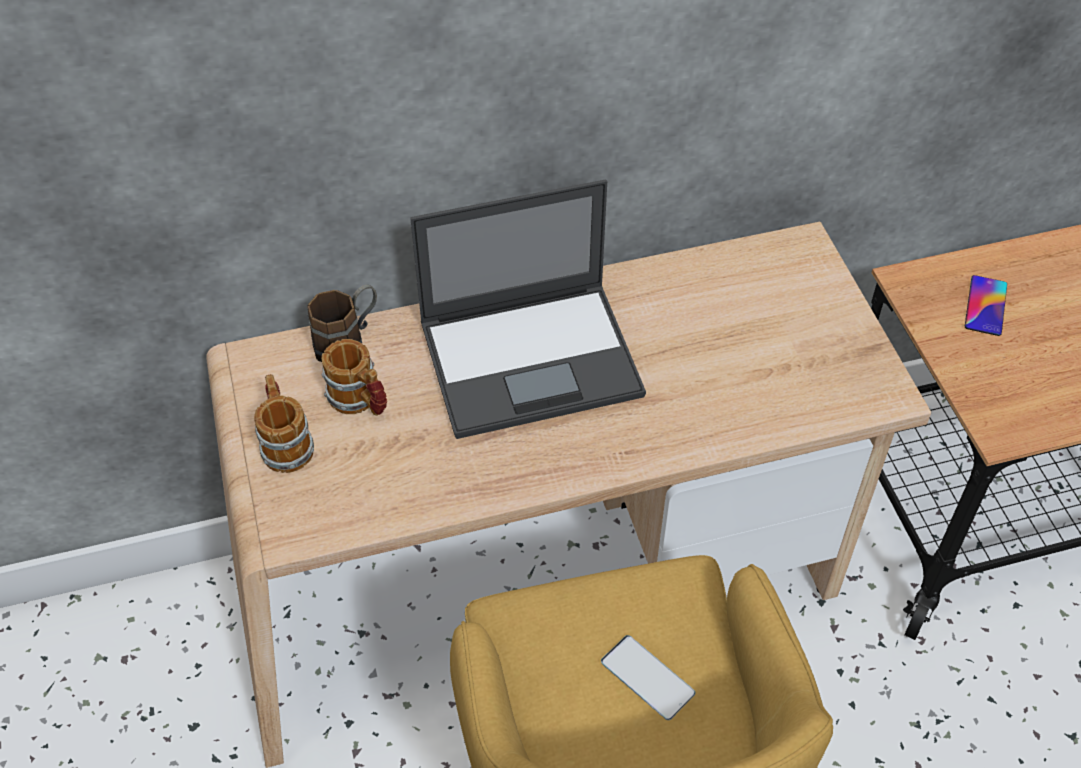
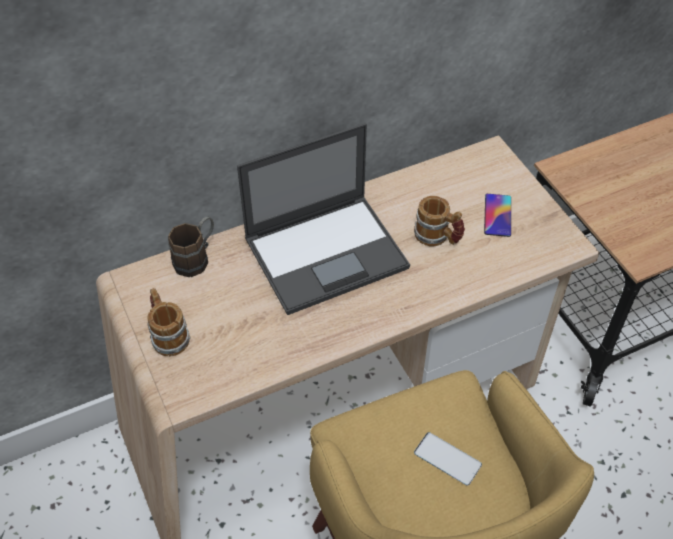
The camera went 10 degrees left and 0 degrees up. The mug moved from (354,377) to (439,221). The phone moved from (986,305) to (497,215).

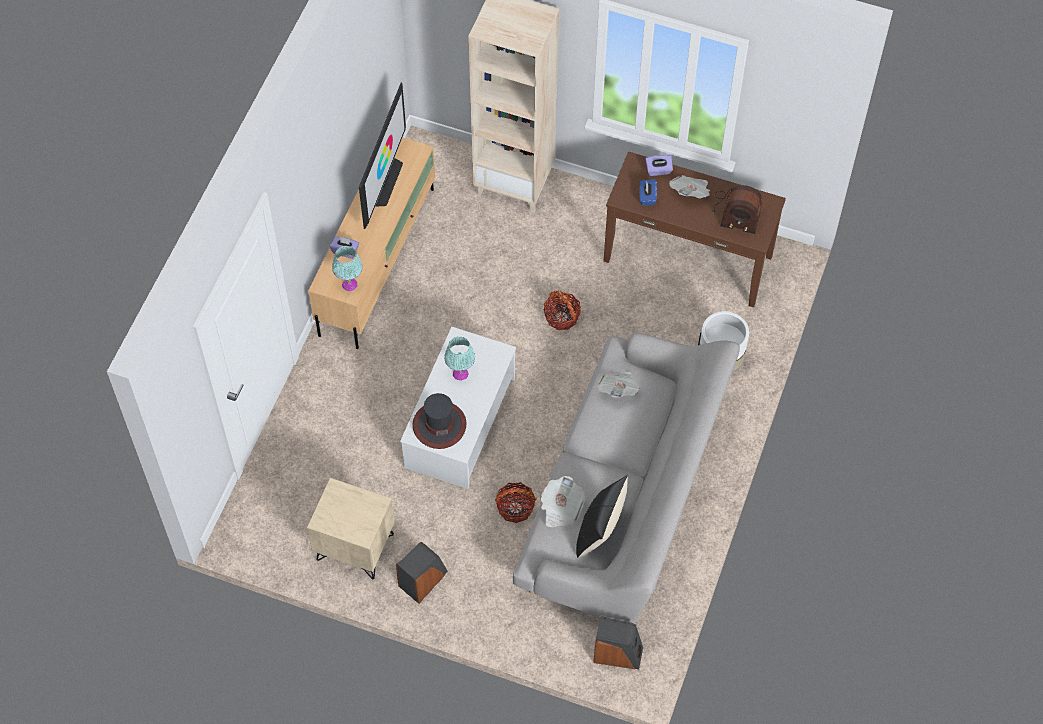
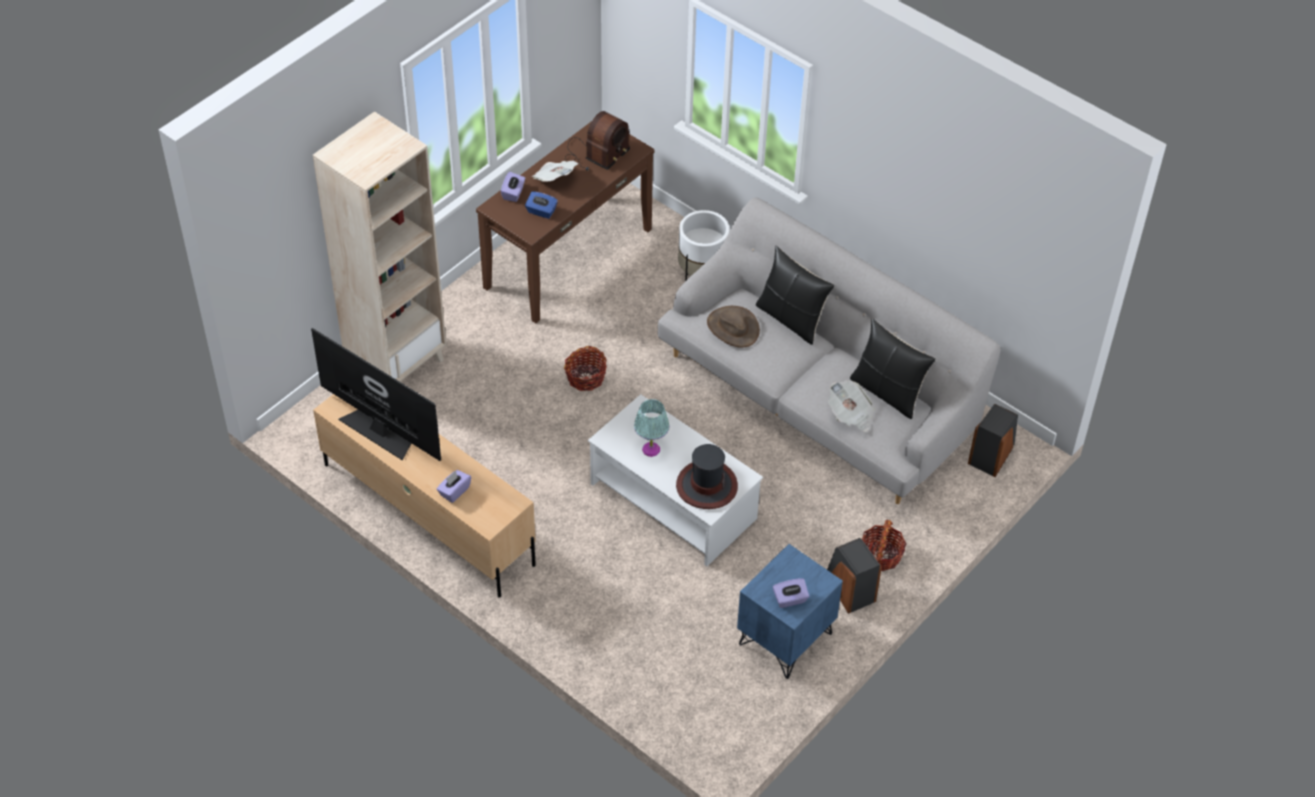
The camera went 70 degrees left and 10 degrees down. The daily paper at (618,385) was replaced by the hat/brown at (733,326). The bedside table/sand-coloured at (351,528) became the bedside table/bluish at (790,611). The throw pillow/black at (795,295) appeared. The box of tissues/purple-coloured at (791,593) appeared. The storage basket moved from (516,502) to (884,545). The table lamp/turquoise at (347,268) disappeared.

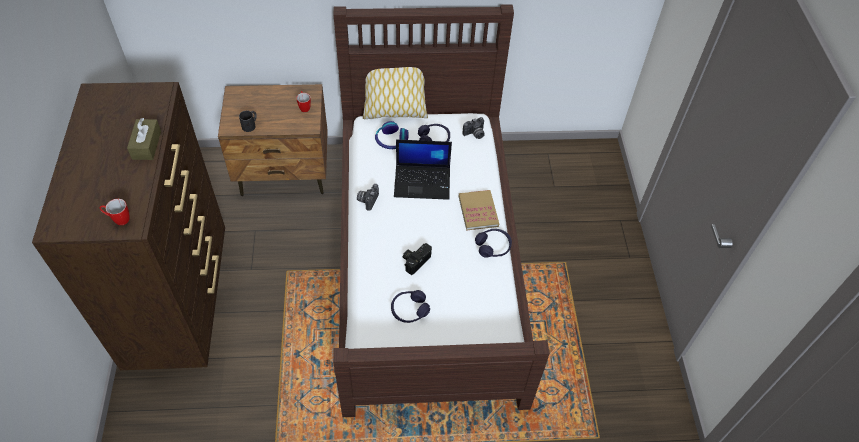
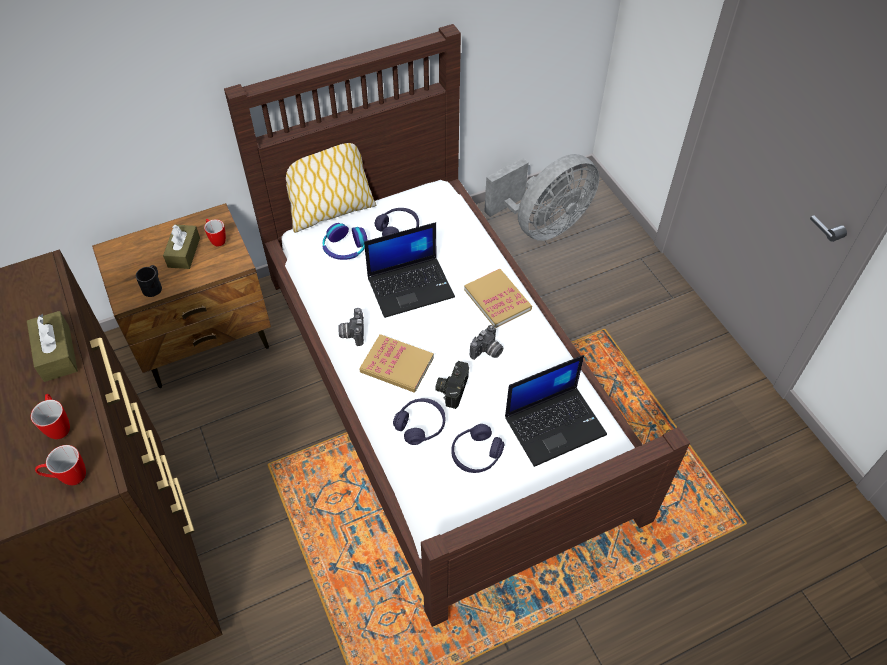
The camera went 20 degrees left and 0 degrees up. The mug at (50,416) appeared. The box of tissues/brown at (181,247) appeared. The book at (396,363) appeared. The headset/purple-coloured moved from (493,243) to (419,421). The photo camera moved from (474,128) to (486,342). The fan/grey at (541,197) appeared. The portable computer at (556,411) appeared.

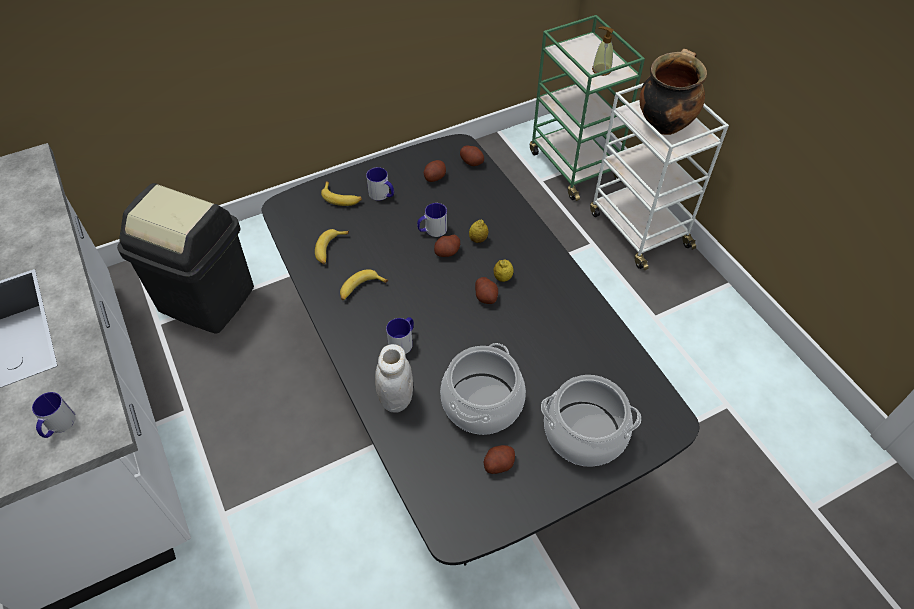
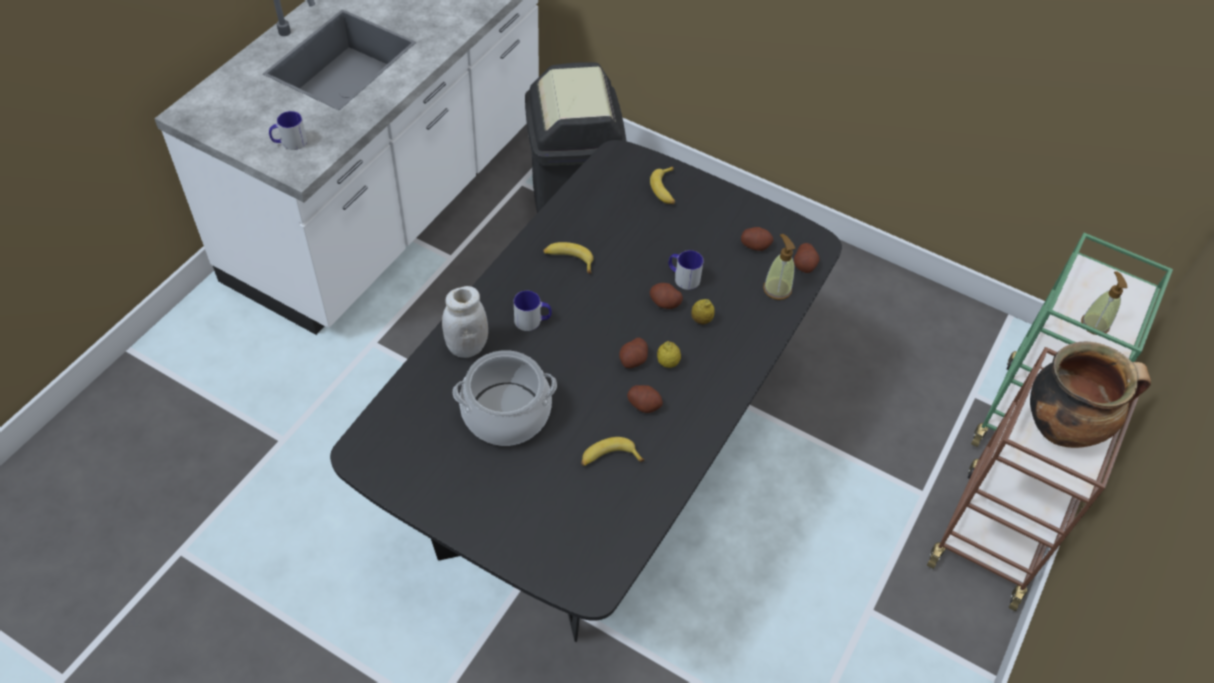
The camera went 55 degrees right and 0 degrees up. The whole banana moved from (332,246) to (612,451). The whole potato moved from (499,459) to (645,399). The soap dispenser at (779,267) appeared. The trolley/whitish at (659,176) became the trolley/brown at (1033,479). The mug at (380,184) disappeared. The saucepot at (591,421) disappeared.

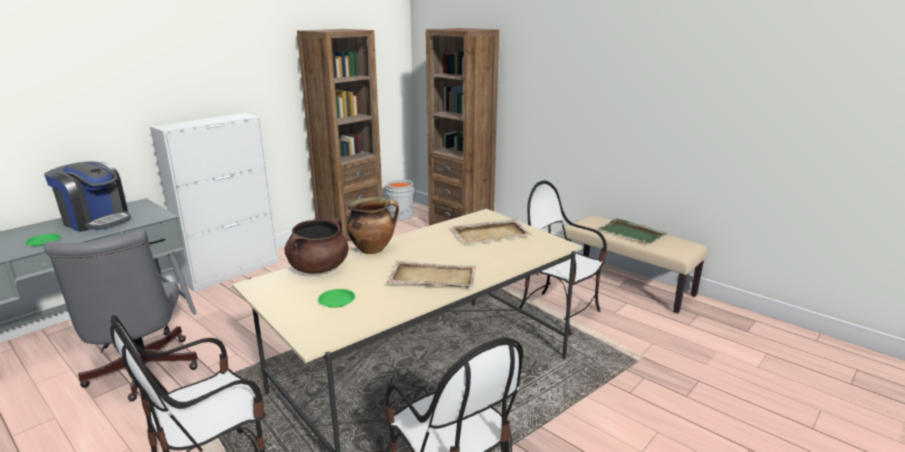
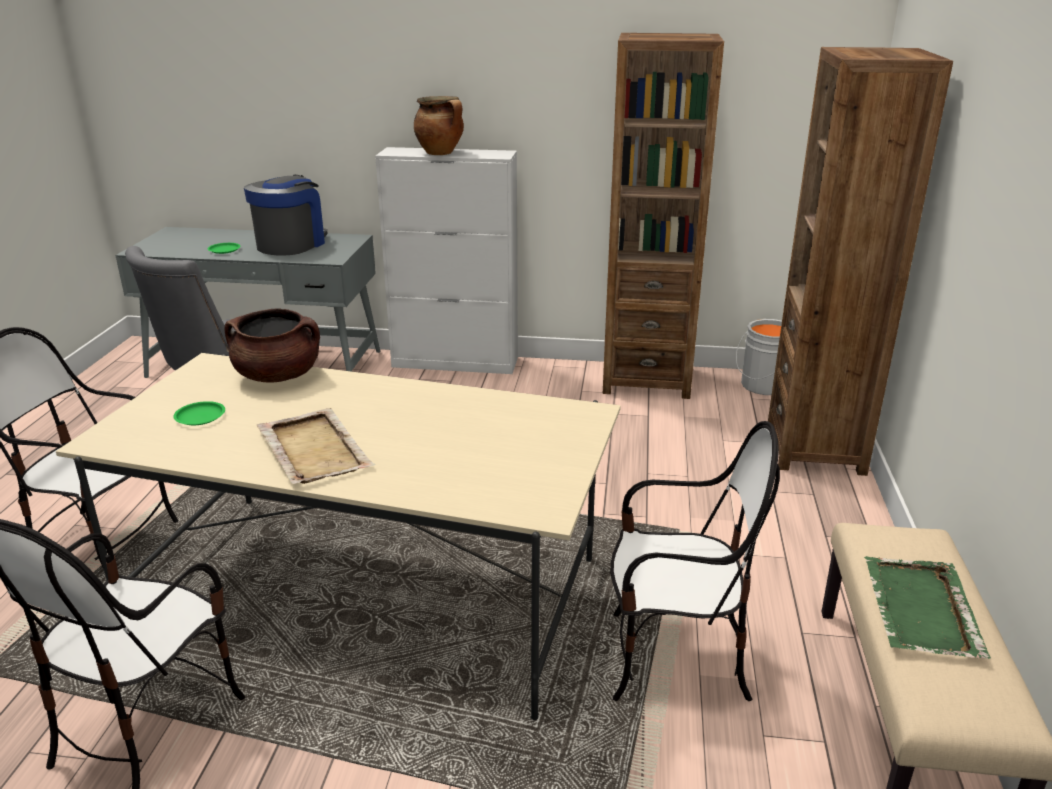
The camera went 55 degrees right and 5 degrees up. The coffee brewer at (87,196) turned 150 degrees counterclockwise. The saucepot moved from (373,225) to (439,125). The chair at (563,257) turned 90 degrees clockwise. The carrying tray/sand-coloured at (491,232) disappeared.

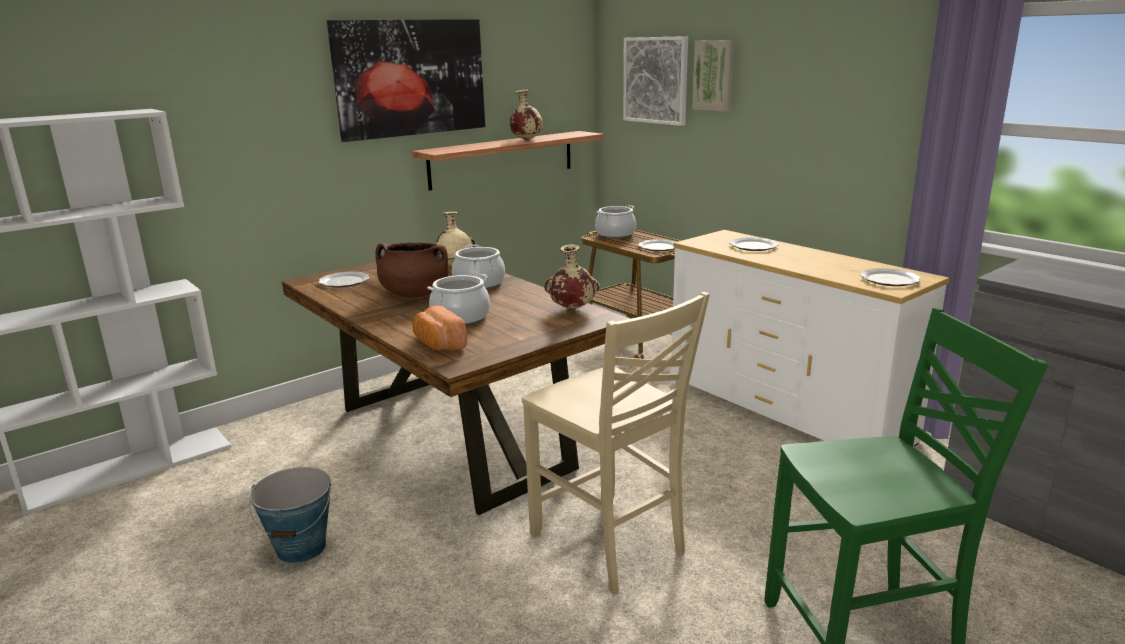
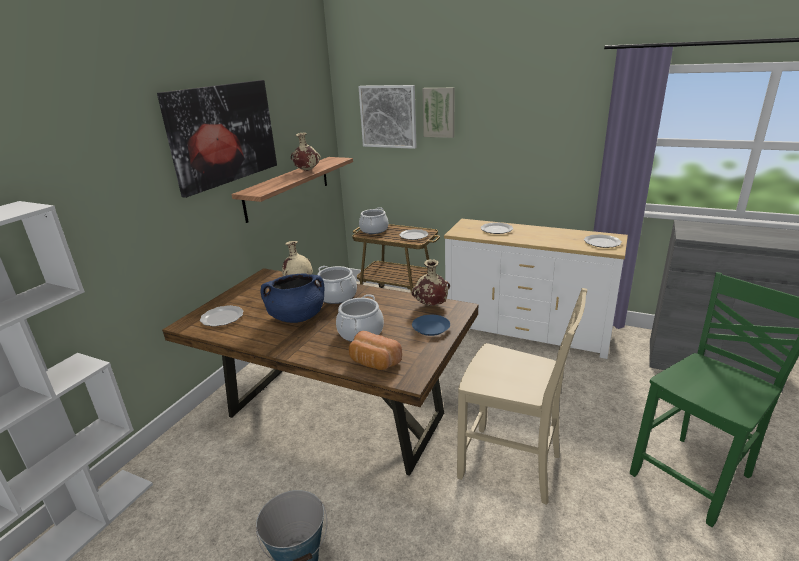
The camera went 25 degrees left and 5 degrees up. The saucepot/brown at (412,269) became the saucepot/bluish at (292,298). The flat dish/bluish at (431,325) appeared.

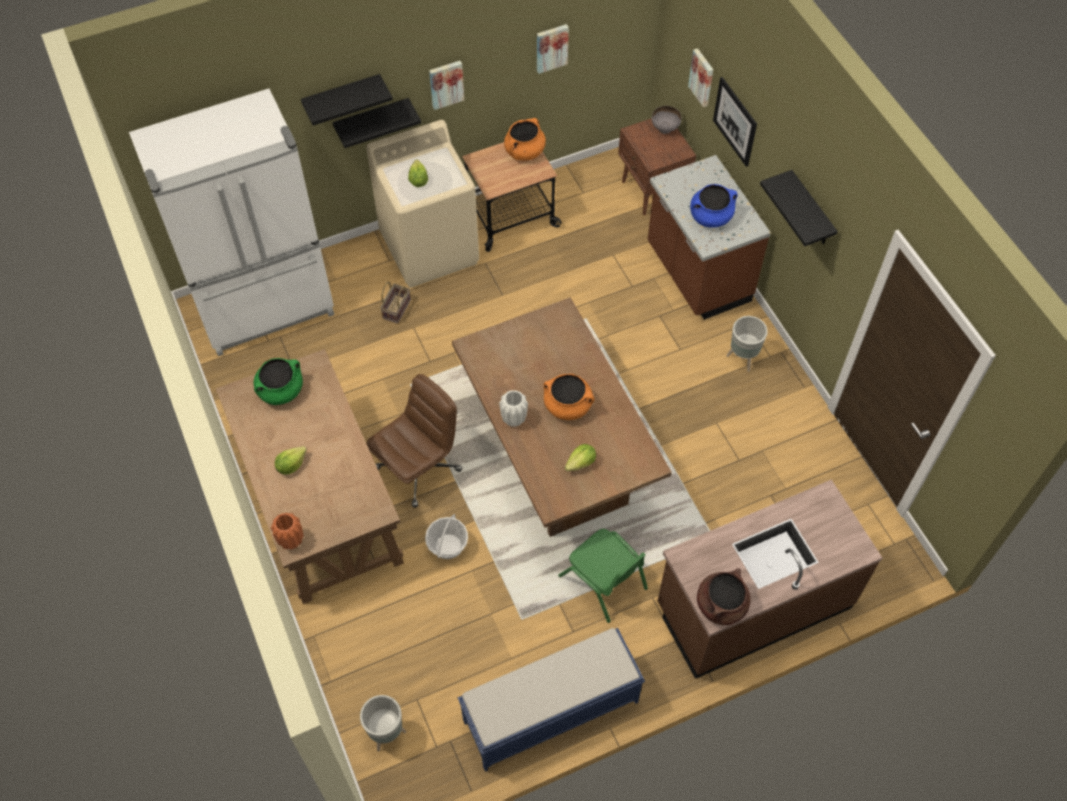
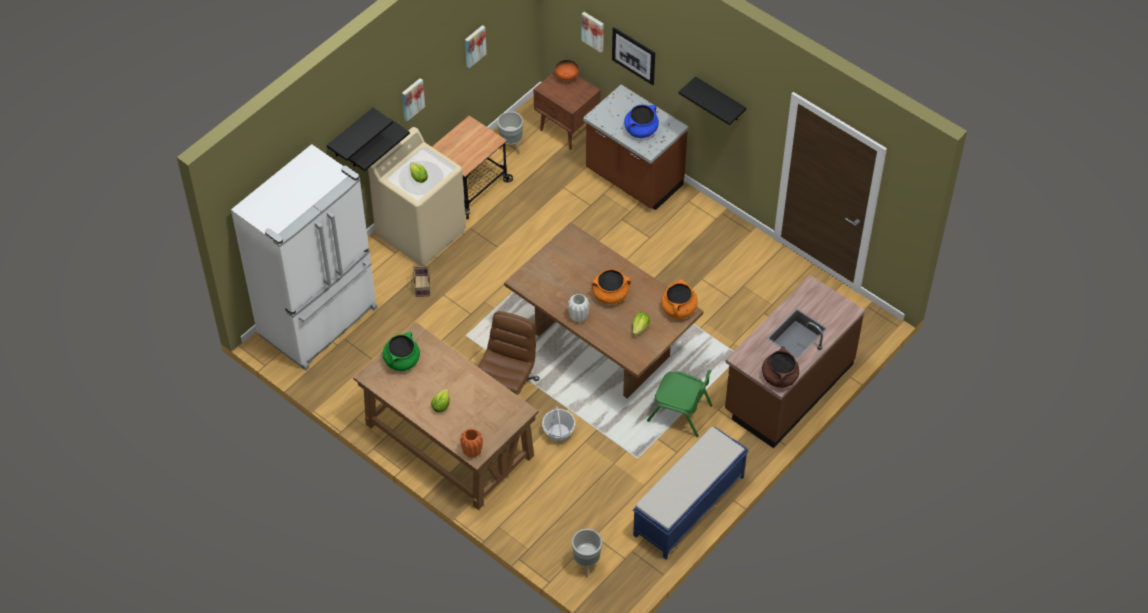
The camera went 25 degrees left and 5 degrees down. The planter/grey moved from (747,344) to (510,132). The bowl/grey at (666,120) became the bowl/orange at (567,70). The saucepot/orange moved from (525,139) to (679,299).

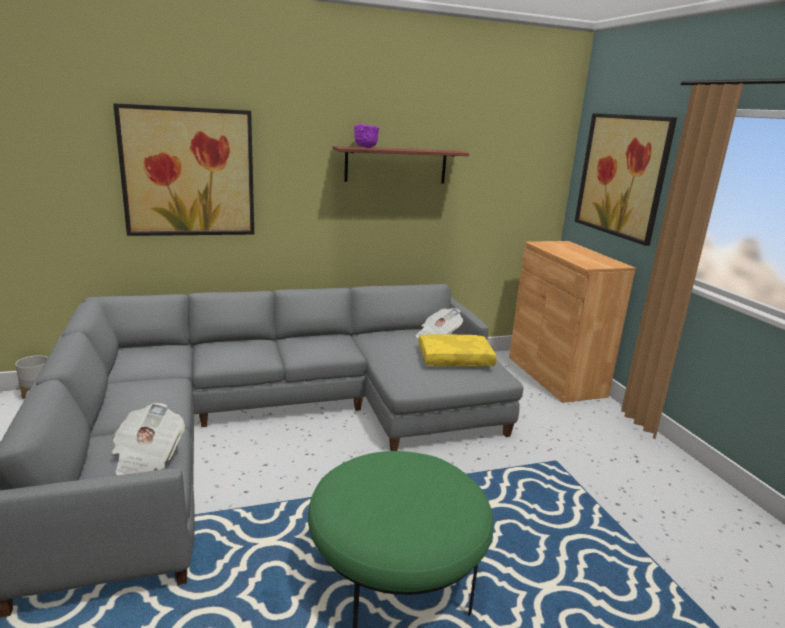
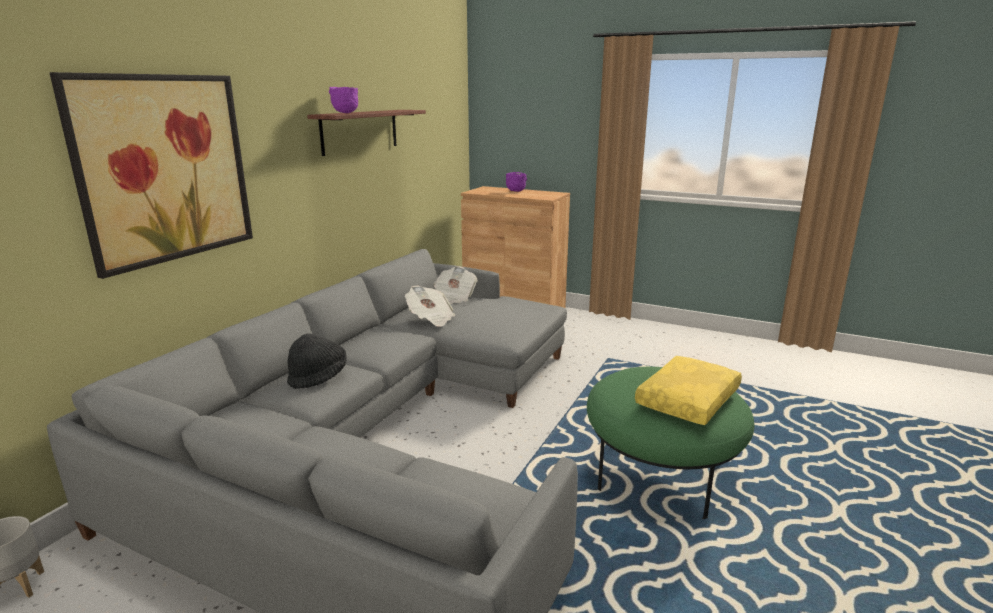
The camera went 45 degrees left and 0 degrees up. The hat/black at (317,361) appeared. The daily paper moved from (148,439) to (430,306). The bowl/purple-coloured at (516,182) appeared. The throw pillow/yellow-coloured moved from (457,350) to (688,390). The wall art at (626,179) disappeared.

